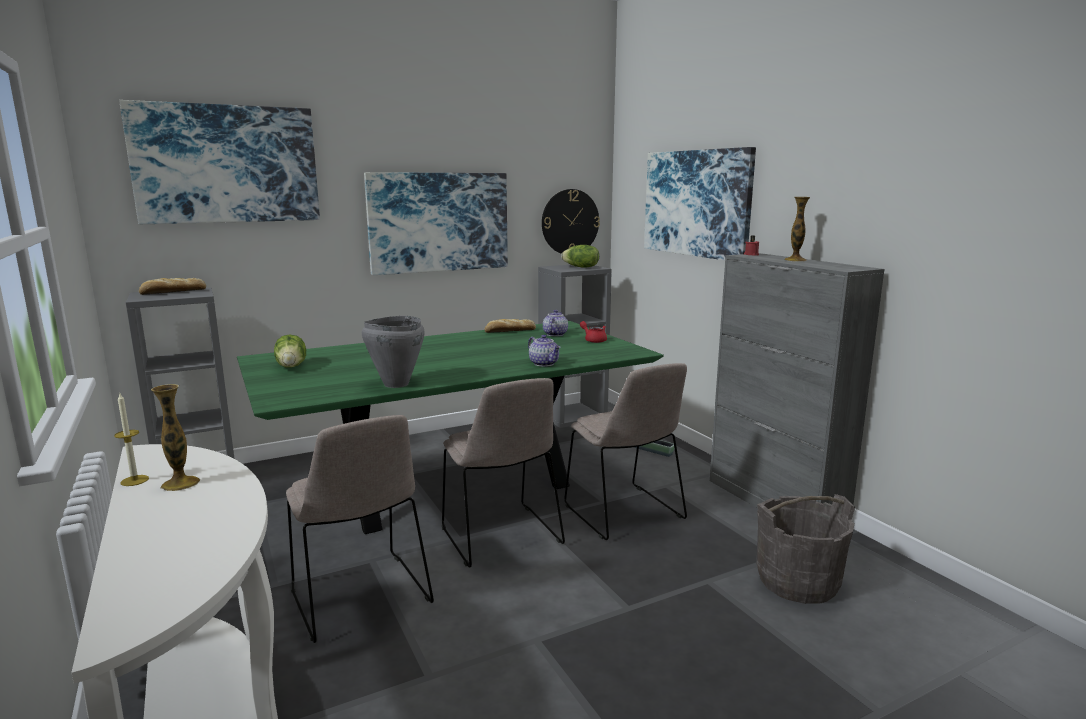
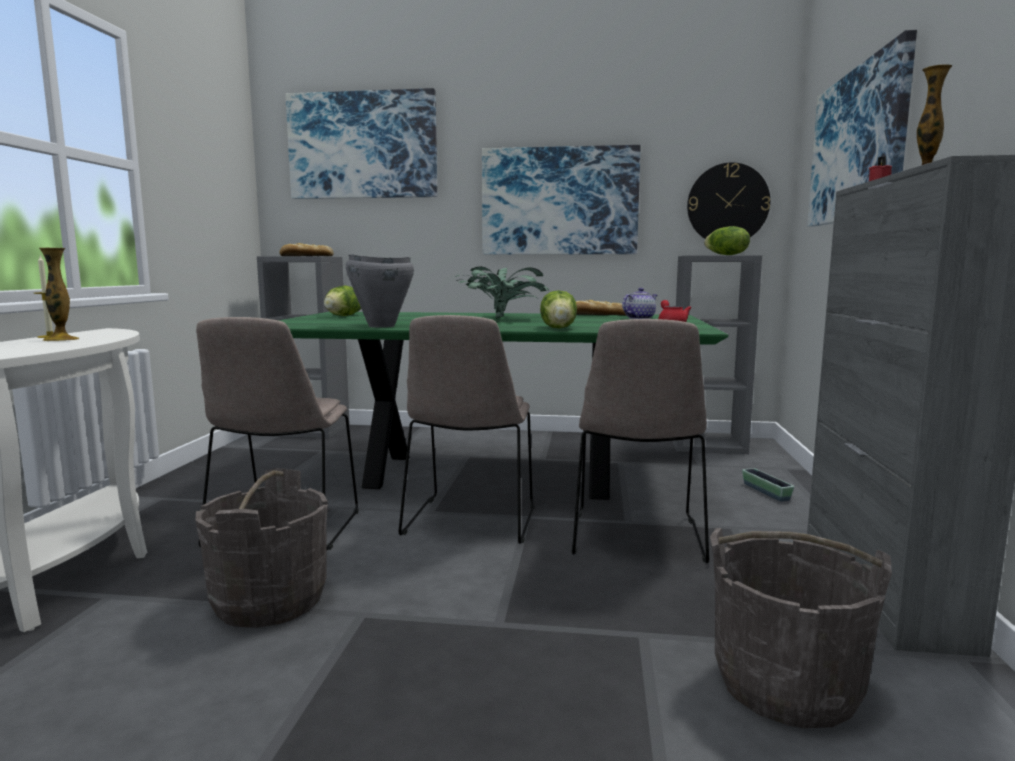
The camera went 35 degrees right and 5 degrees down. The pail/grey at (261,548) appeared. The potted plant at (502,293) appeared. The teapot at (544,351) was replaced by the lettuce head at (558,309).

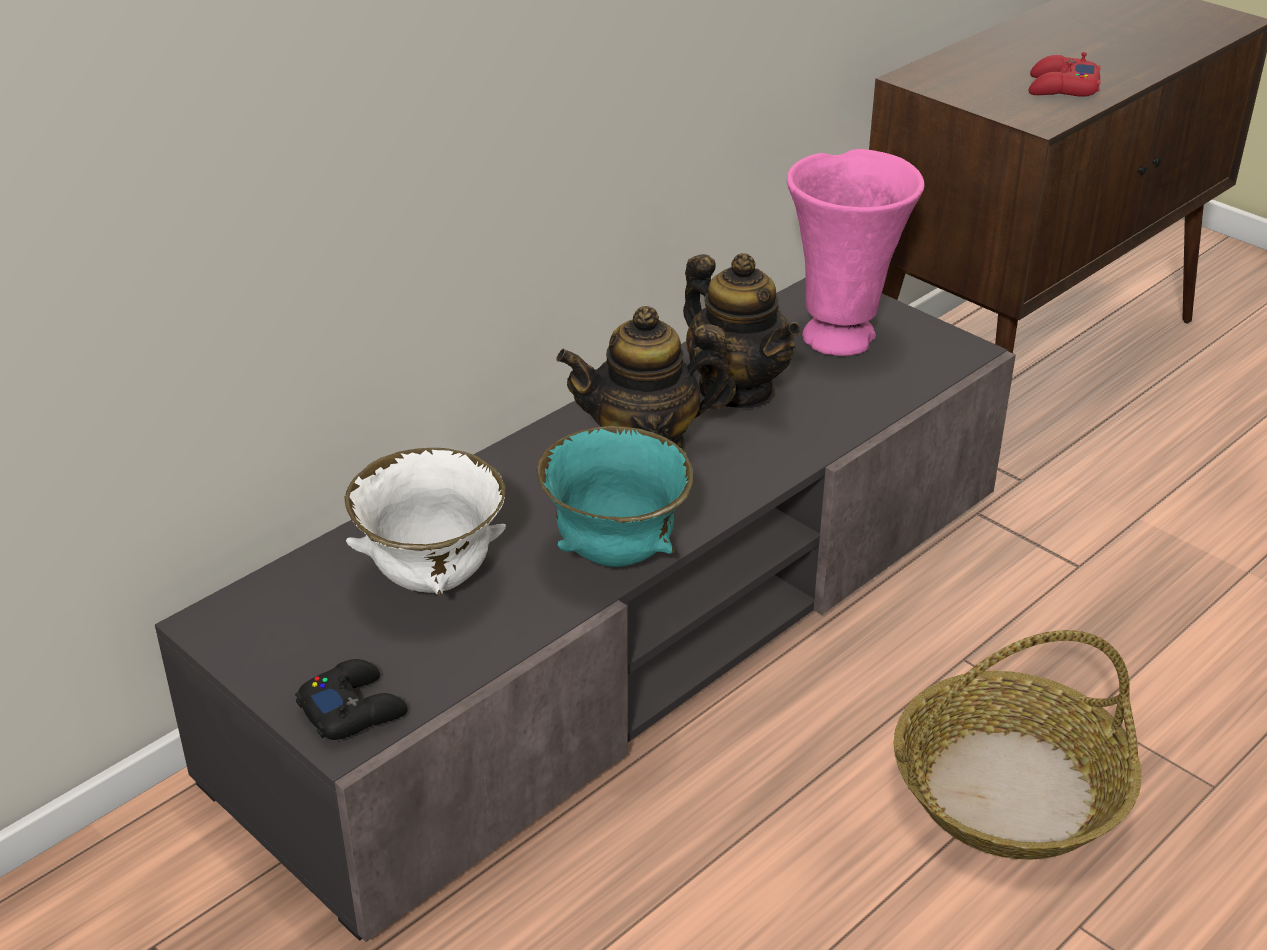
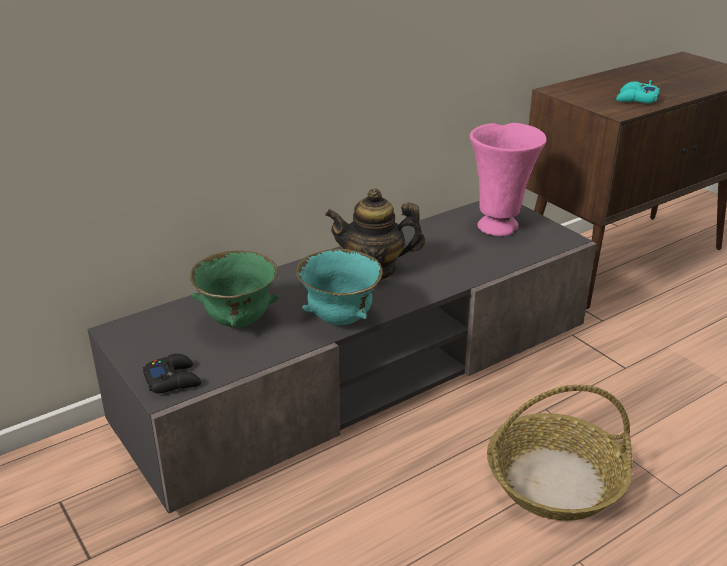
The camera went 10 degrees right and 5 degrees down. The bowl/whitish at (425,521) became the bowl/green-coloured at (234,289). The game controller/red at (1065,74) became the game controller/turquoise at (638,91). The teapot at (741,330) disappeared.

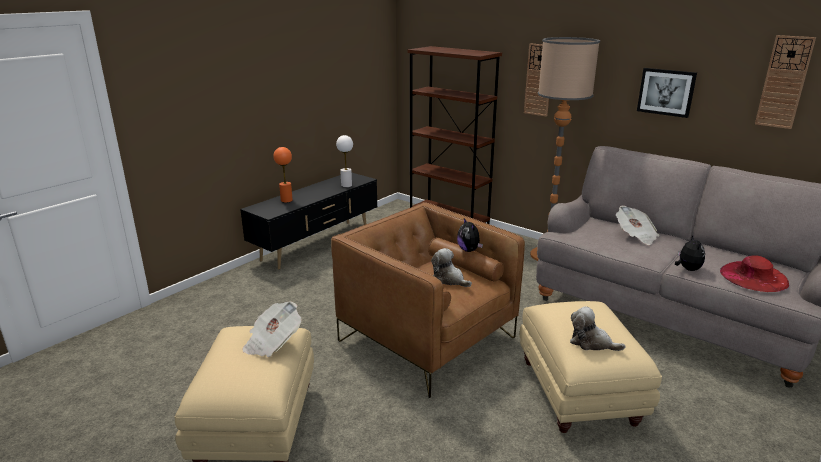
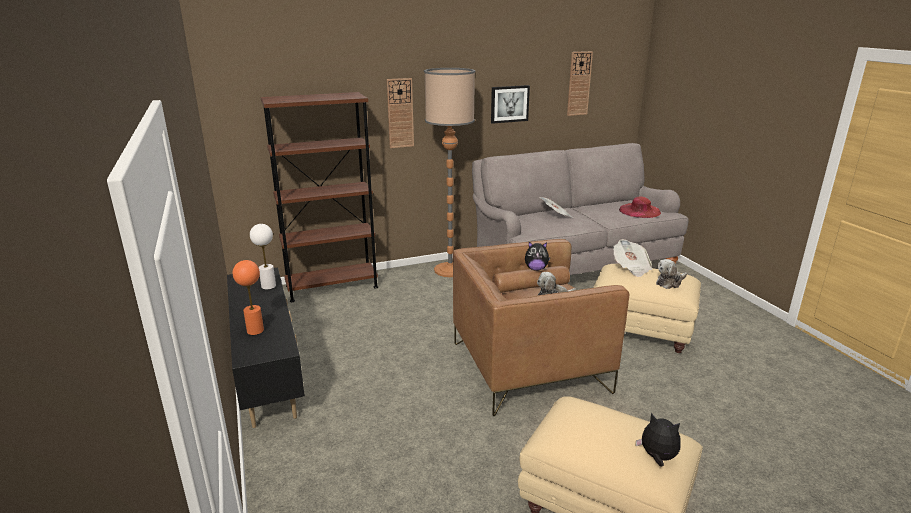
The camera went 60 degrees left and 0 degrees up. The daily paper moved from (271,329) to (633,258). The plush toy moved from (690,253) to (658,439).

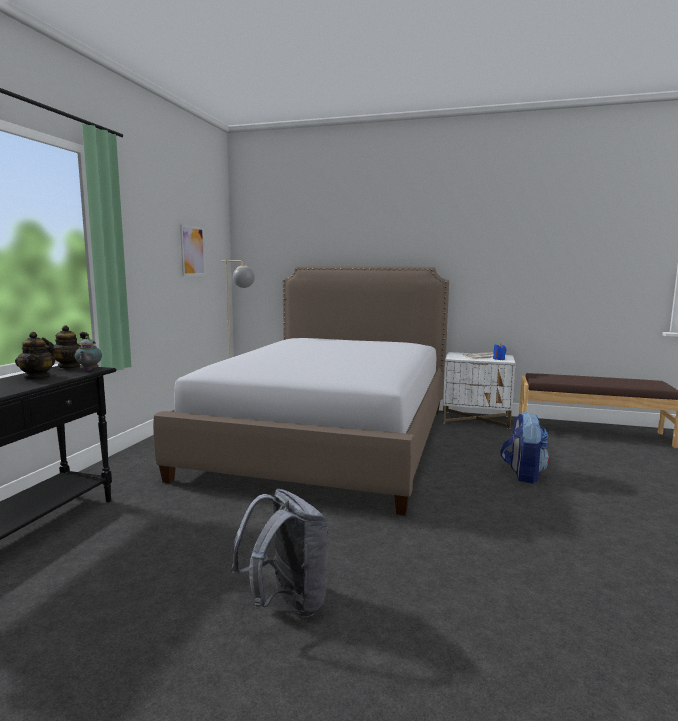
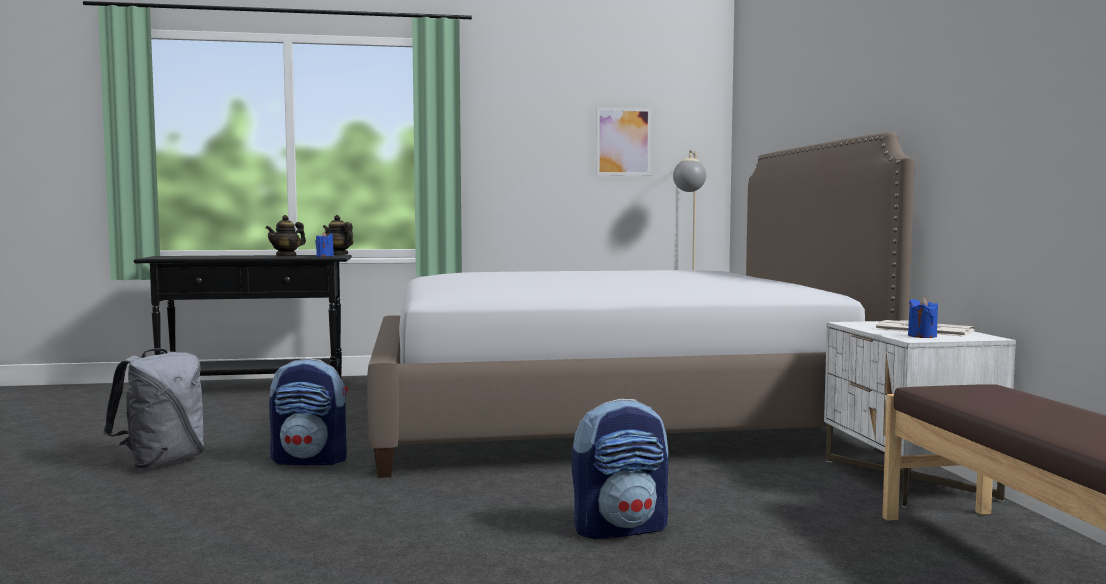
The camera went 65 degrees right and 5 degrees down. The rucksack at (308,412) appeared. The teapot at (88,353) was replaced by the wax light/bluish at (324,244).

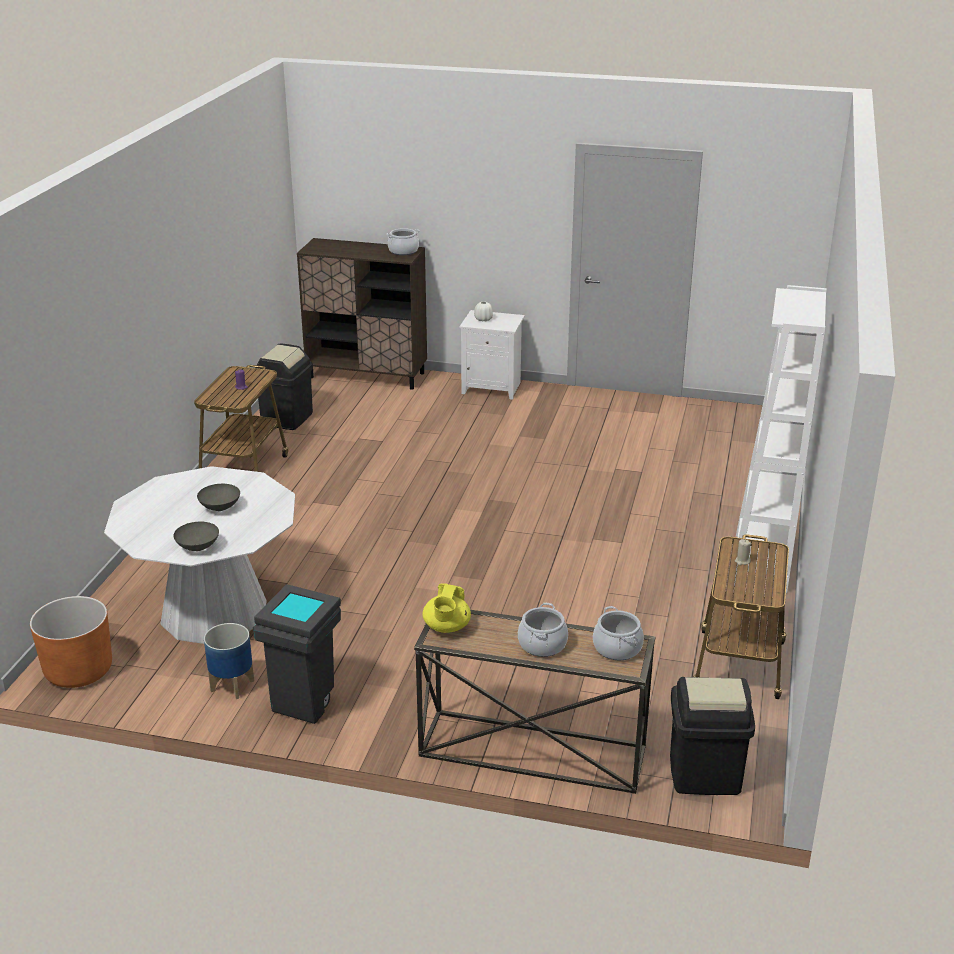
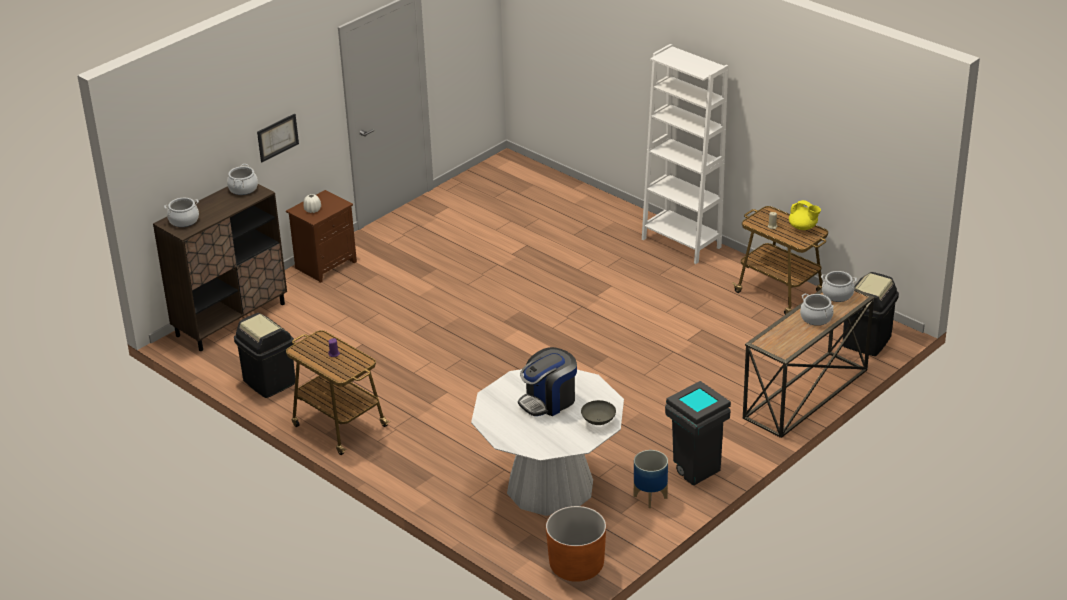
The camera went 60 degrees left and 5 degrees up. The saucepot at (181,212) appeared. The wall art at (278,138) appeared. The bedside table/whitish at (492,355) became the bedside table/brown at (321,236). The bowl/grey at (218,497) was replaced by the coffee brewer at (547,381). The teapot/yellow-coloured moved from (447,608) to (805,215).

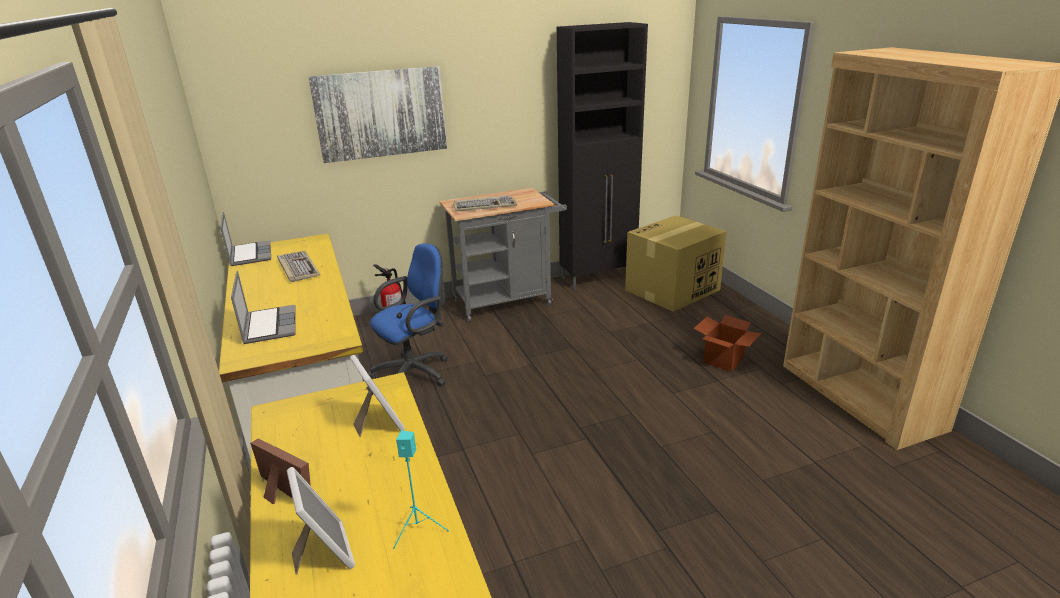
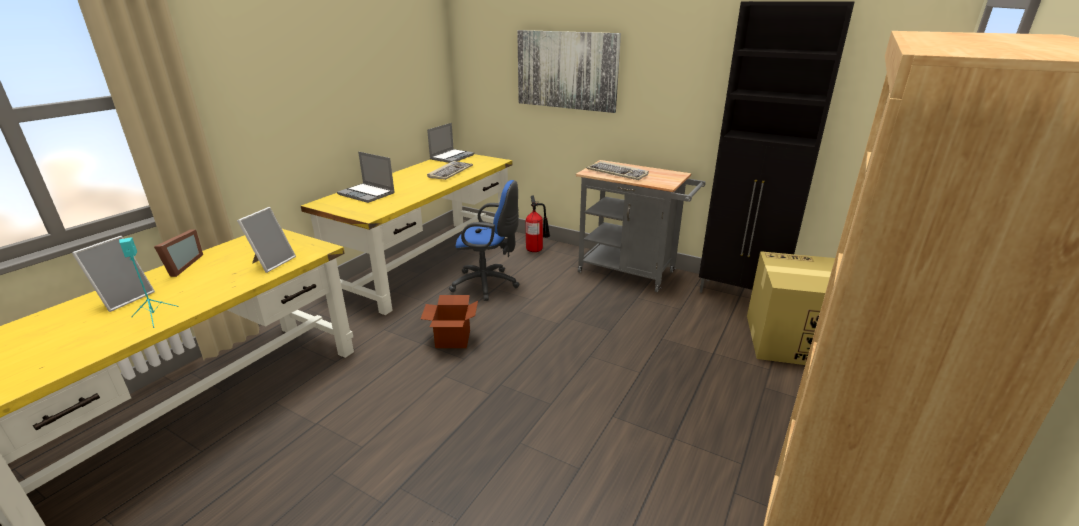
The camera went 50 degrees right and 0 degrees up. The portable computer at (263,307) turned 90 degrees clockwise. The cardboard box moved from (727,343) to (449,321).

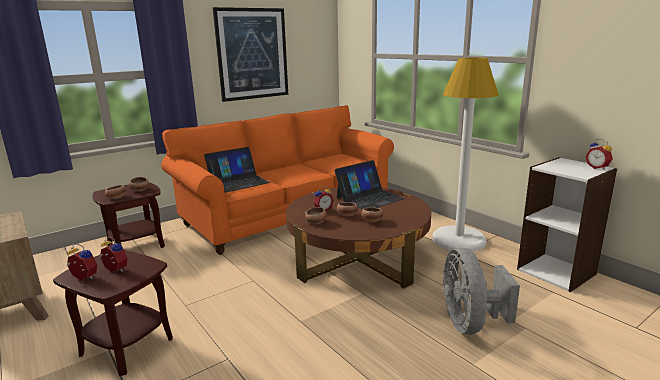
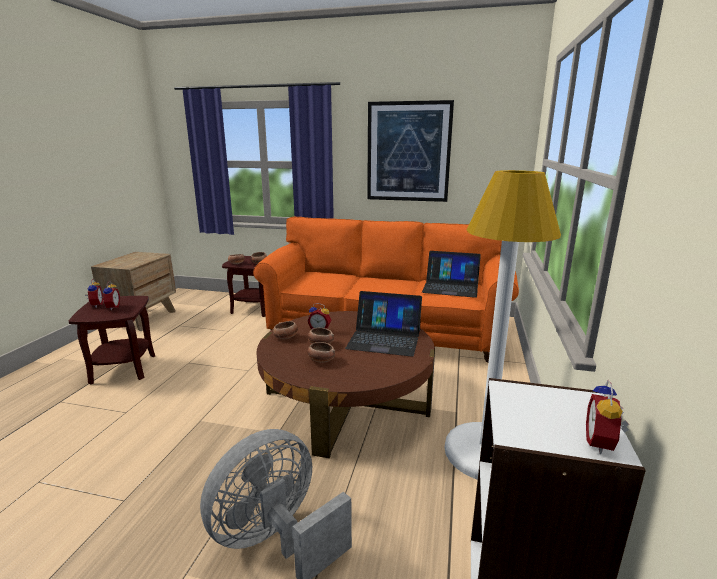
The camera went 50 degrees right and 0 degrees up. The portable computer moved from (237,170) to (451,274).

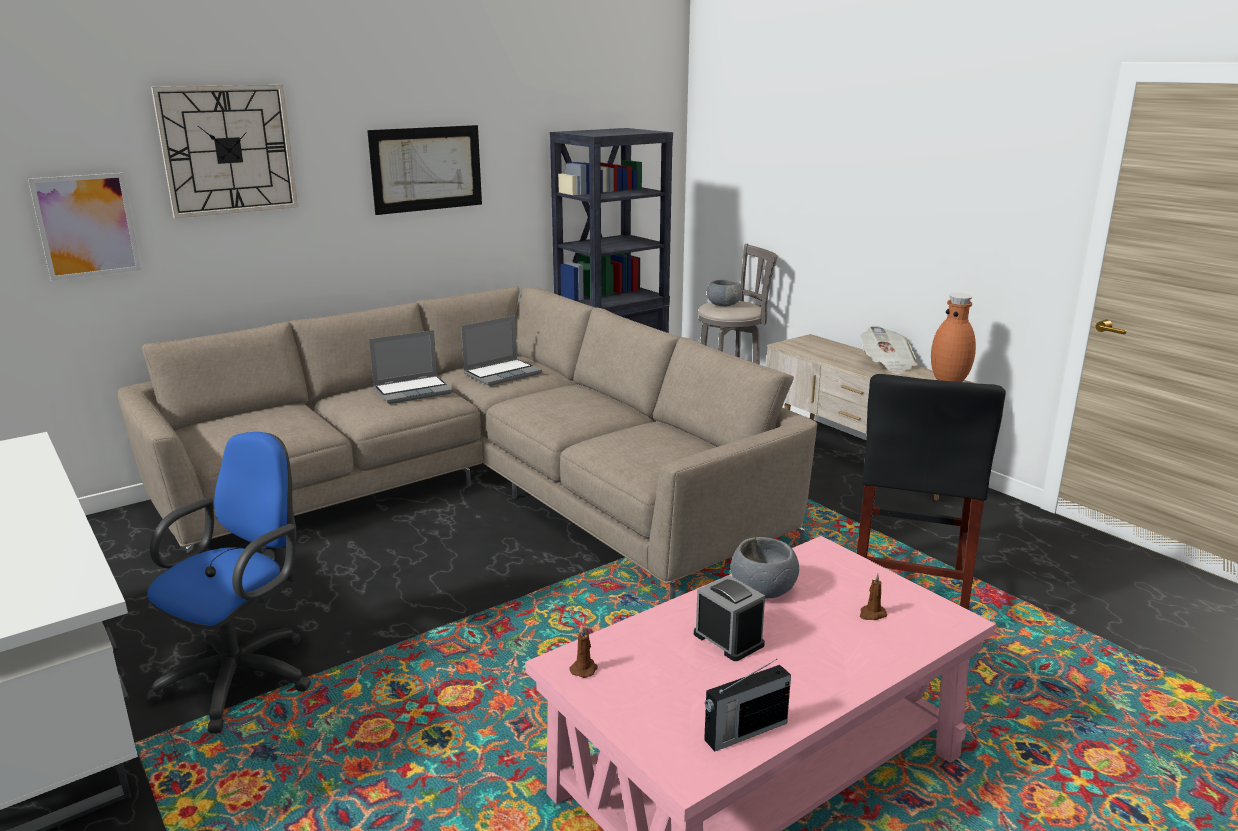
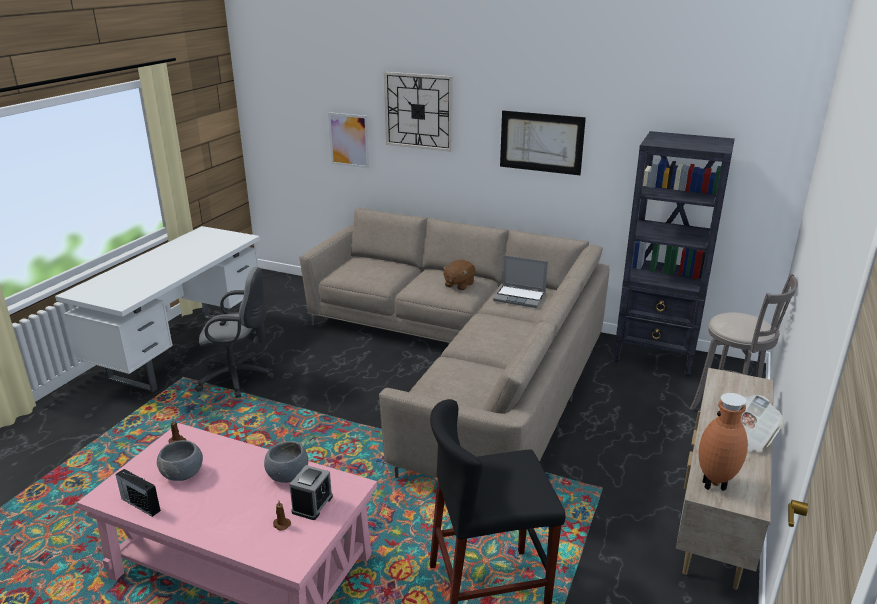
The camera went 60 degrees right and 5 degrees up. The bowl/grey moved from (724,293) to (180,460). The desk chair/bluish at (229,583) became the desk chair/grey at (234,332). The alarm clock moved from (729,618) to (311,492). The portable computer at (411,367) was replaced by the plush toy/brown at (459,275).

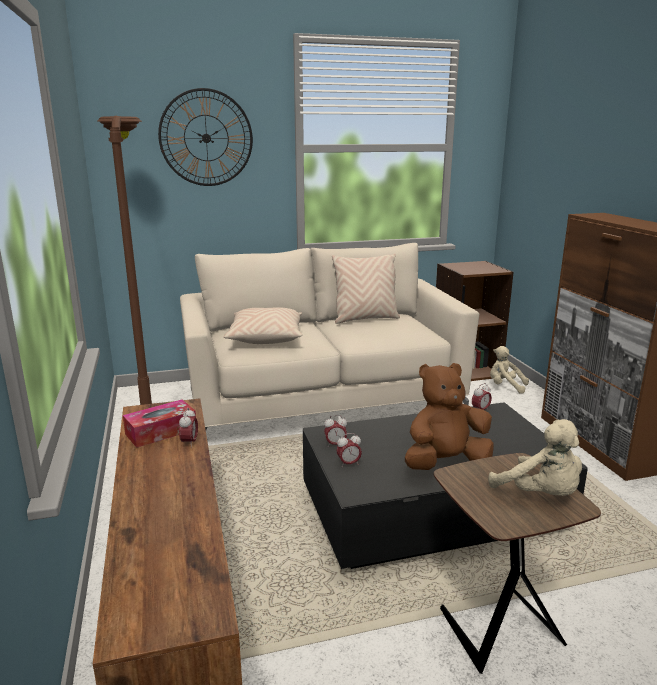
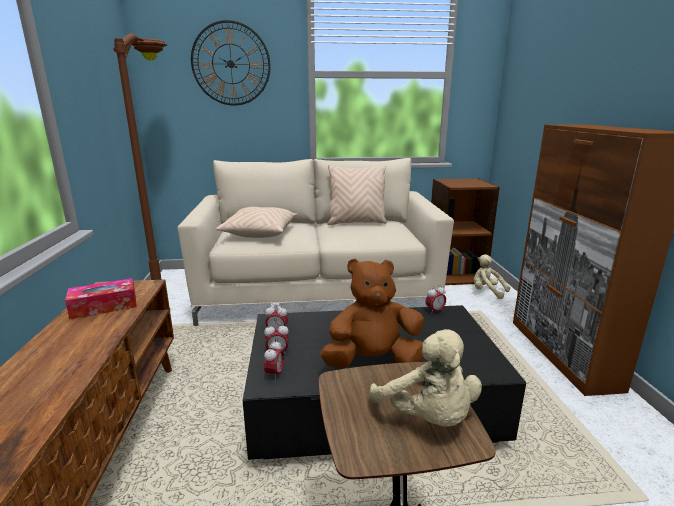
The camera went 10 degrees right and 0 degrees up. The alarm clock moved from (188,428) to (274,360).

